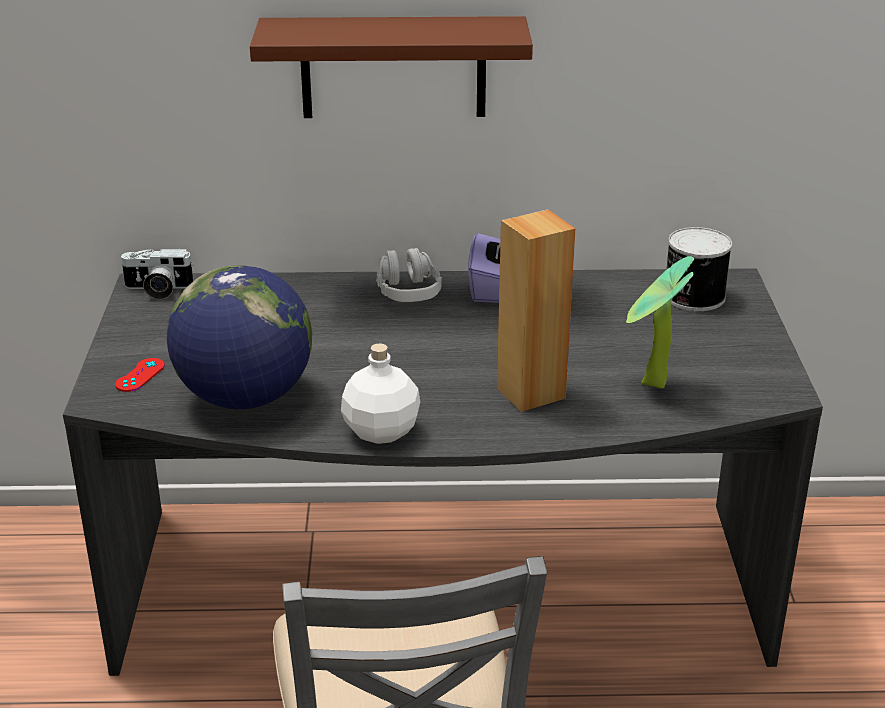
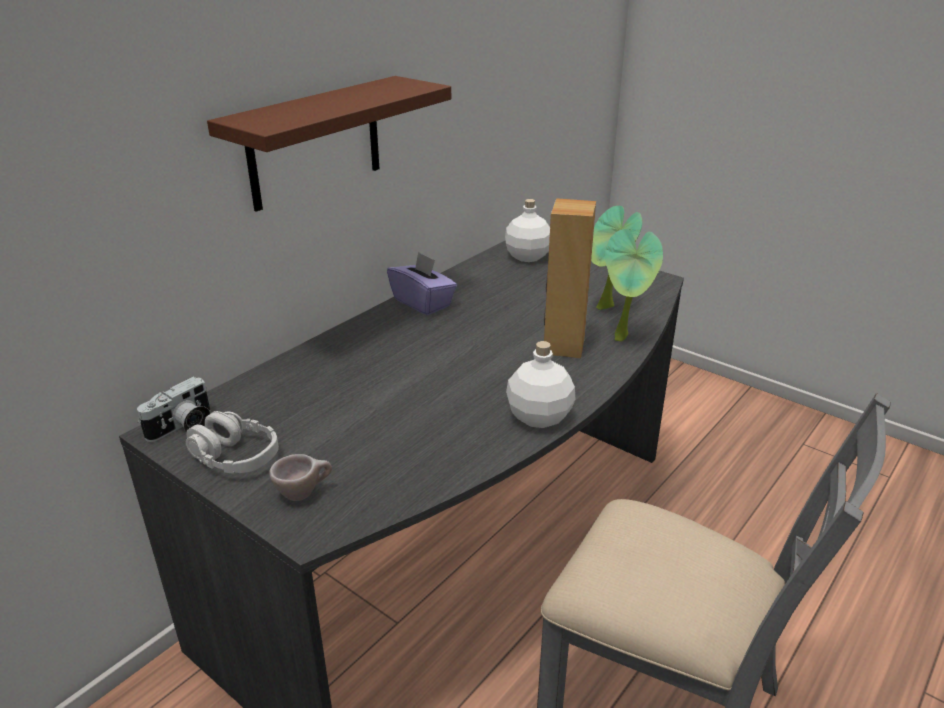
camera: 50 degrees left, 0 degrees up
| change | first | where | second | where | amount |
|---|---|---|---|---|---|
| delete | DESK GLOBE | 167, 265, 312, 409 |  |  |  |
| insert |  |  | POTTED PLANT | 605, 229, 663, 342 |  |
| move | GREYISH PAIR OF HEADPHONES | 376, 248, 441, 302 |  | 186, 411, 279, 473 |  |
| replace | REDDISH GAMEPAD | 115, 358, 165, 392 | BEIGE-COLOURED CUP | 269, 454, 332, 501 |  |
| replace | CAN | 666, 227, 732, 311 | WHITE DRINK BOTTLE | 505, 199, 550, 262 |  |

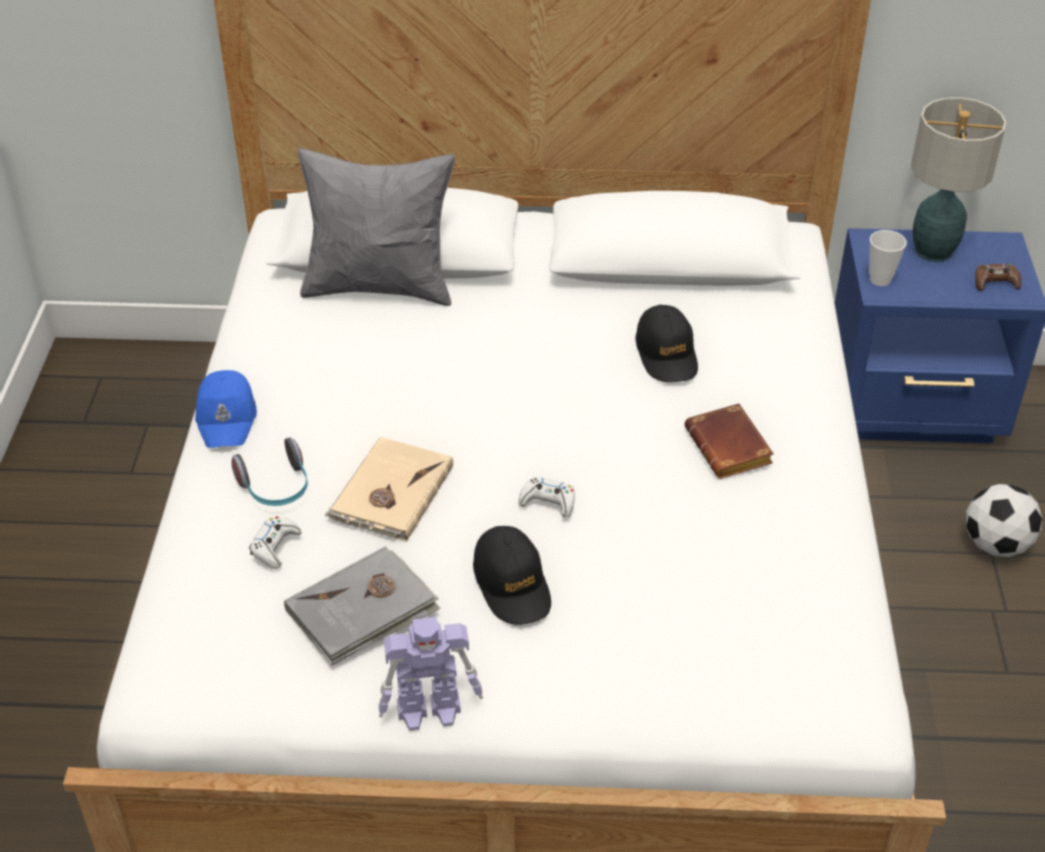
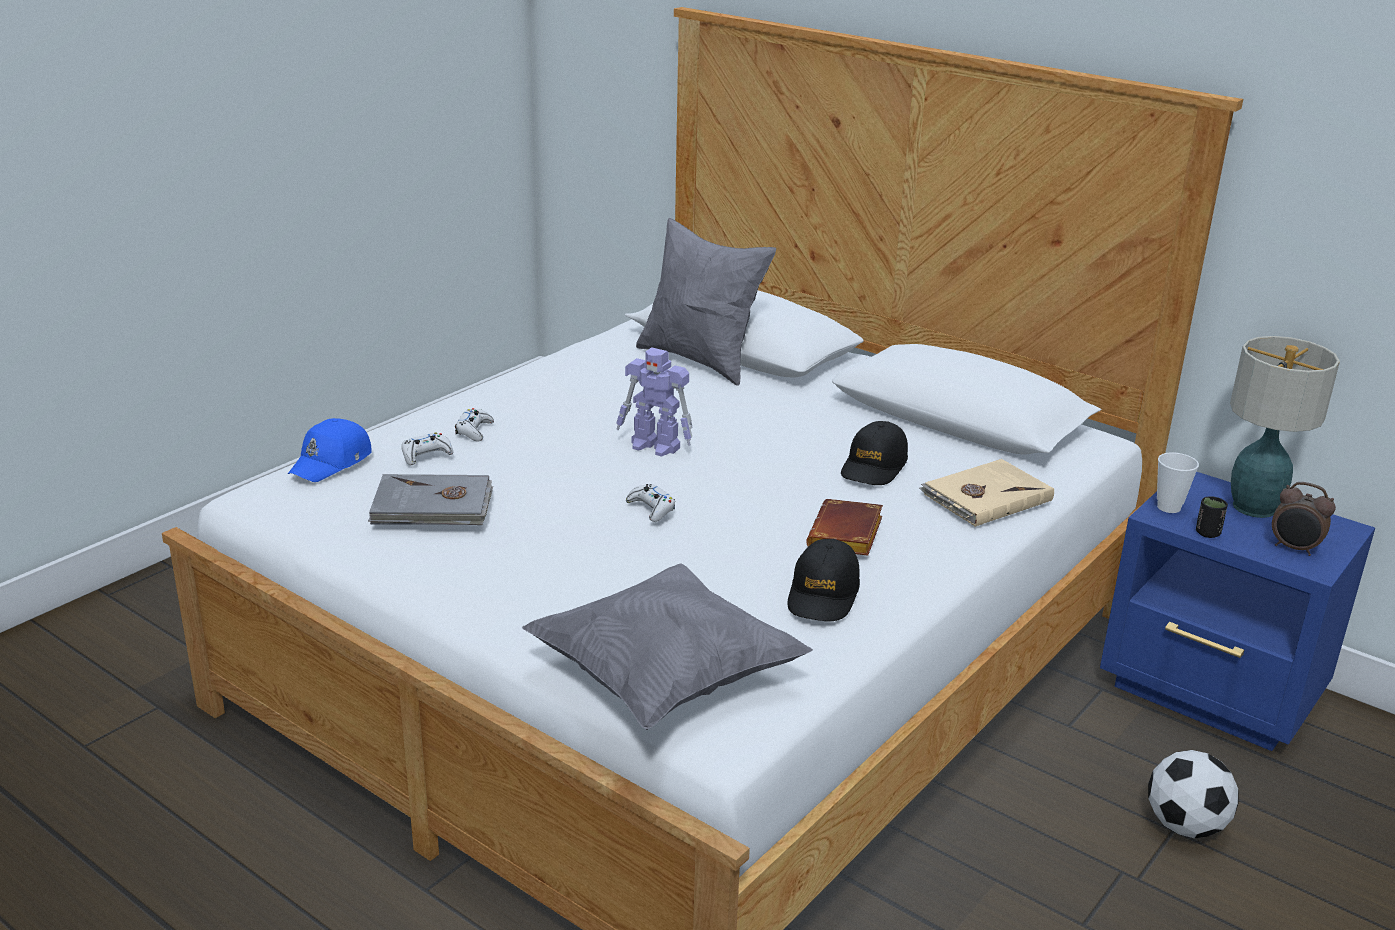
camera: 35 degrees right, 15 degrees down
| change | first | where | second | where | amount |
|---|---|---|---|---|---|
| insert |  |  | GREYISH PILLOW | 522, 564, 813, 730 |  |
| insert |  |  | BLACKISH CUP | 1196, 496, 1228, 538 |  |
| move | BLUISH CAP | 195, 370, 257, 448 |  | 288, 418, 372, 482 |  |
| move | BEIGE-COLOURED BOOK | 325, 437, 453, 542 |  | 919, 459, 1054, 527 |  |
| move | TOY ROBOT | 379, 617, 483, 730 |  | 616, 347, 692, 457 |  |
| move | BLACKISH CAP | 473, 526, 551, 625 |  | 787, 539, 860, 621 |  |
| replace | PAIR OF HEADPHONES | 232, 437, 308, 506 | WHITE GAMEPAD | 455, 408, 494, 442 |  |
| replace | BROWN GAMEPAD | 975, 264, 1021, 291 | BEDSIDE CLOCK | 1272, 482, 1336, 556 |  |

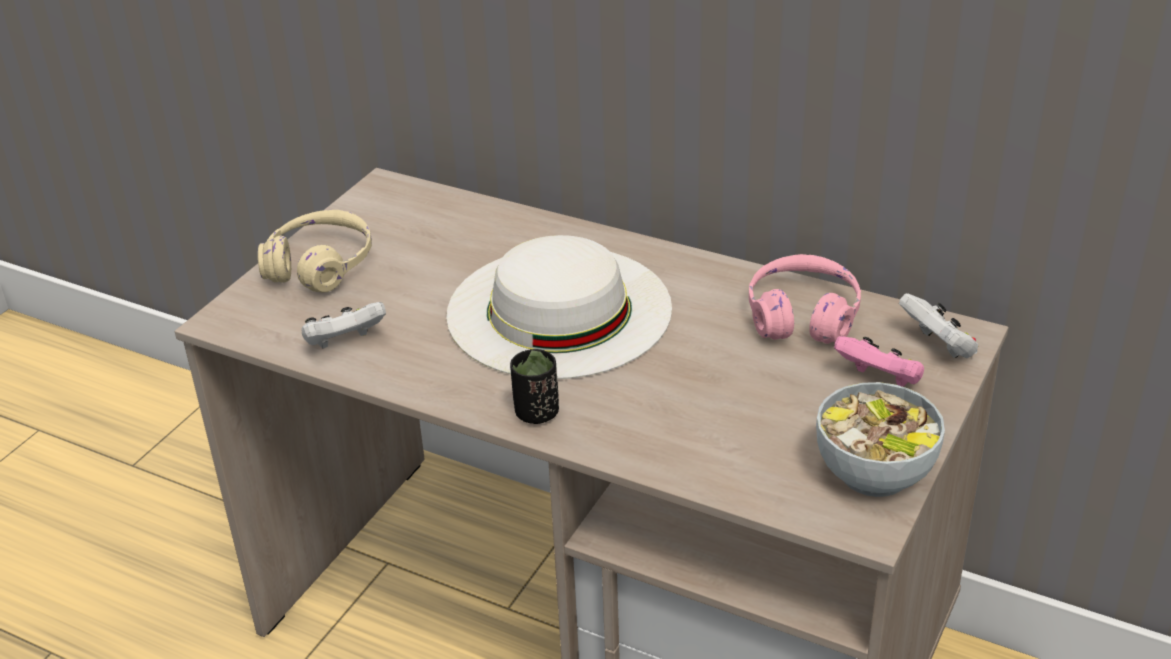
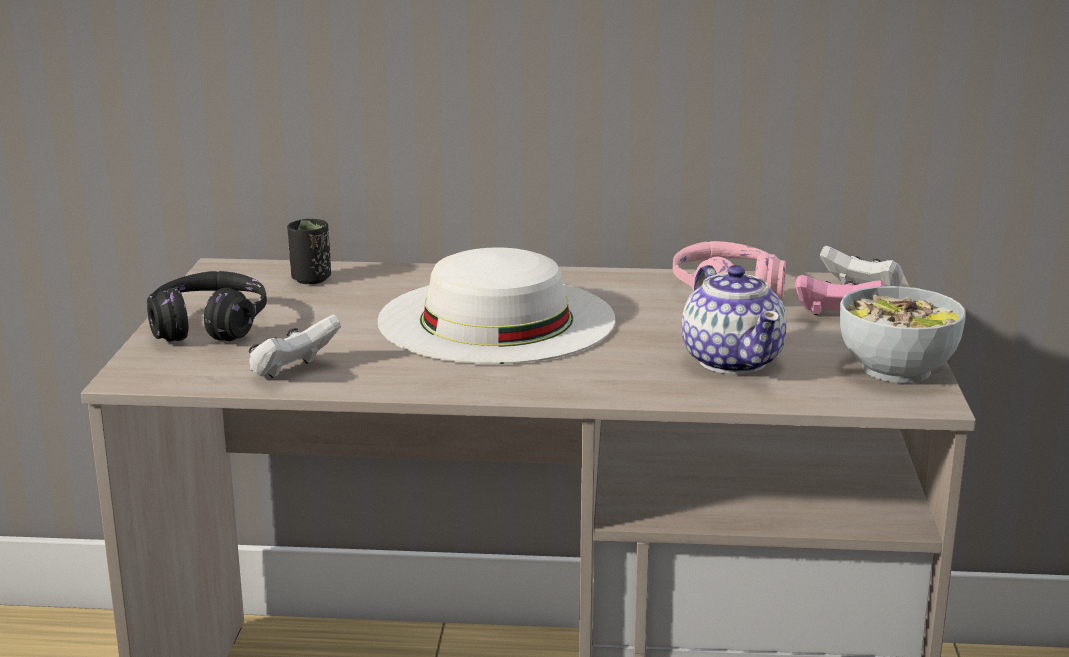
camera: 25 degrees left, 15 degrees down
| change | first | where | second | where | amount |
|---|---|---|---|---|---|
| insert |  |  | TEAPOT | 682, 265, 787, 374 |  |
| move | BLACKISH CUP | 510, 349, 559, 424 |  | 287, 219, 331, 284 |  |
| recolor | BEIGE-COLOURED PAIR OF HEADPHONES | 258, 210, 372, 293 | BLACKISH PAIR OF HEADPHONES | 147, 271, 267, 342 |  |

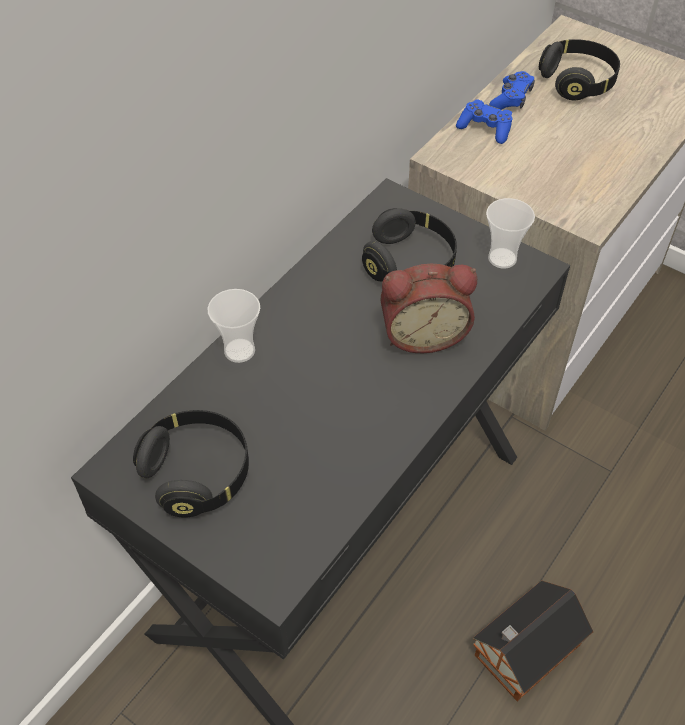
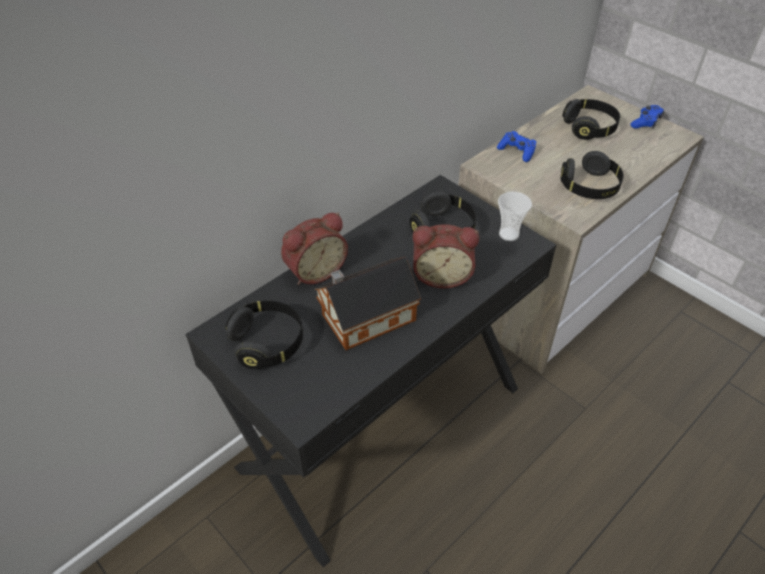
camera: 10 degrees right, 5 degrees down
| change | first | where | second | where | amount |
|---|---|---|---|---|---|
| insert |  |  | BLACKISH PAIR OF HEADPHONES | 561, 151, 623, 199 |  |
| move | MINIATURE HOUSE | 472, 580, 594, 701 |  | 315, 257, 421, 350 |  |
| move | BLUISH GAMEPAD | 489, 71, 535, 110 |  | 630, 105, 664, 129 |  |
| replace | CUP | 208, 289, 260, 363 | BEDSIDE CLOCK | 281, 212, 348, 285 |  |

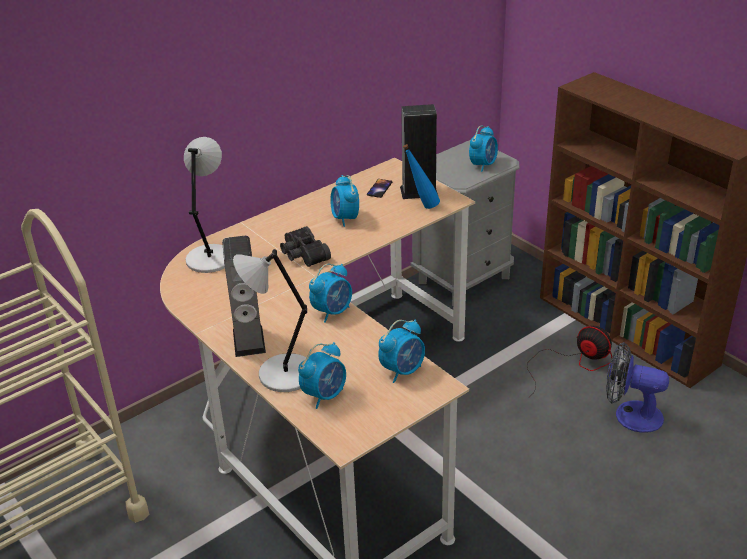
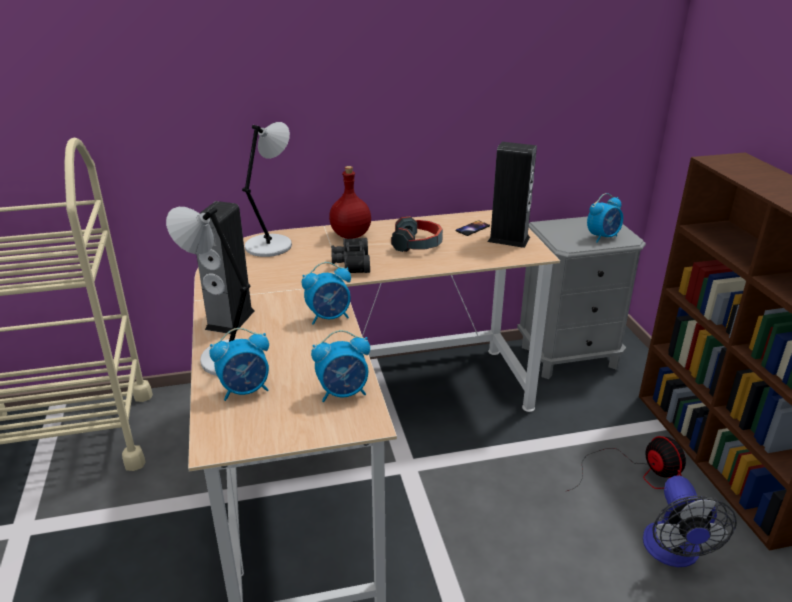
camera: 25 degrees right, 5 degrees down
| change | first | where | second | where | amount |
|---|---|---|---|---|---|
| delete | BLUISH DRINK BOTTLE | 403, 144, 440, 209 |  |  |  |
| insert |  |  | REDDISH DRINK BOTTLE | 329, 166, 371, 239 |  |
| replace | BEDSIDE CLOCK | 330, 175, 359, 227 | PAIR OF HEADPHONES | 391, 216, 443, 252 |  |
| rotate | COOLING FAN | 606, 342, 669, 432 |  | 643, 476, 737, 567 | 135 degrees counterclockwise |

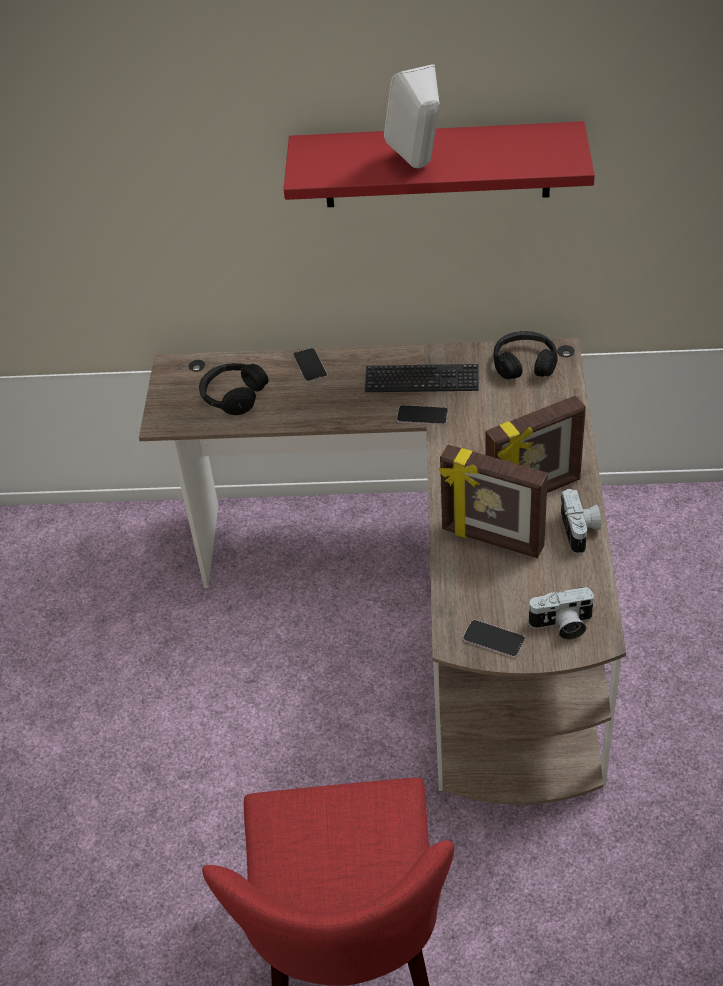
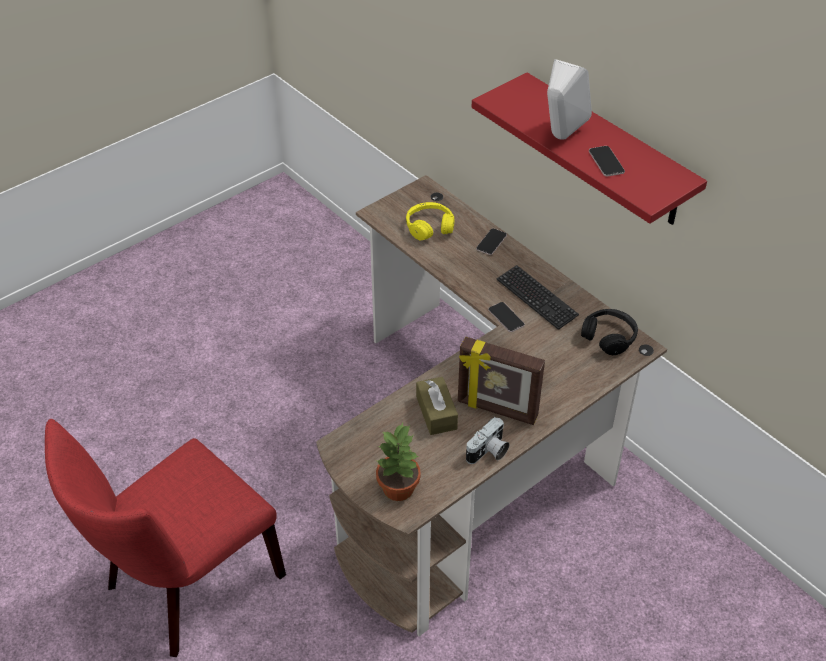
camera: 45 degrees right, 0 degrees up
| change | first | where | second | where | amount |
|---|---|---|---|---|---|
| move | PHONE | 463, 620, 525, 658 |  | 589, 146, 625, 176 |  |
| replace | STANDING FRAME | 439, 445, 548, 558 | BROWN TISSUE HOLDER | 416, 377, 458, 435 |  |
| replace | PHOTO CAMERA | 527, 587, 595, 640 | POTTED PLANT | 376, 423, 421, 501 |  |
| recolor | BLACKISH PAIR OF HEADPHONES | 199, 363, 269, 415 | YELLOW PAIR OF HEADPHONES | 406, 202, 455, 240 |  |

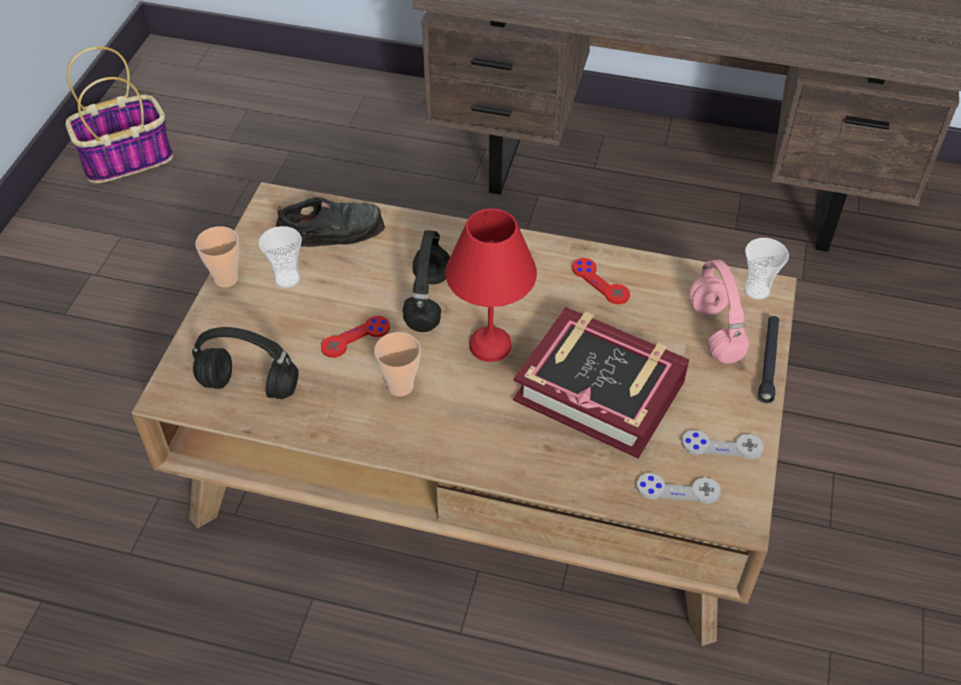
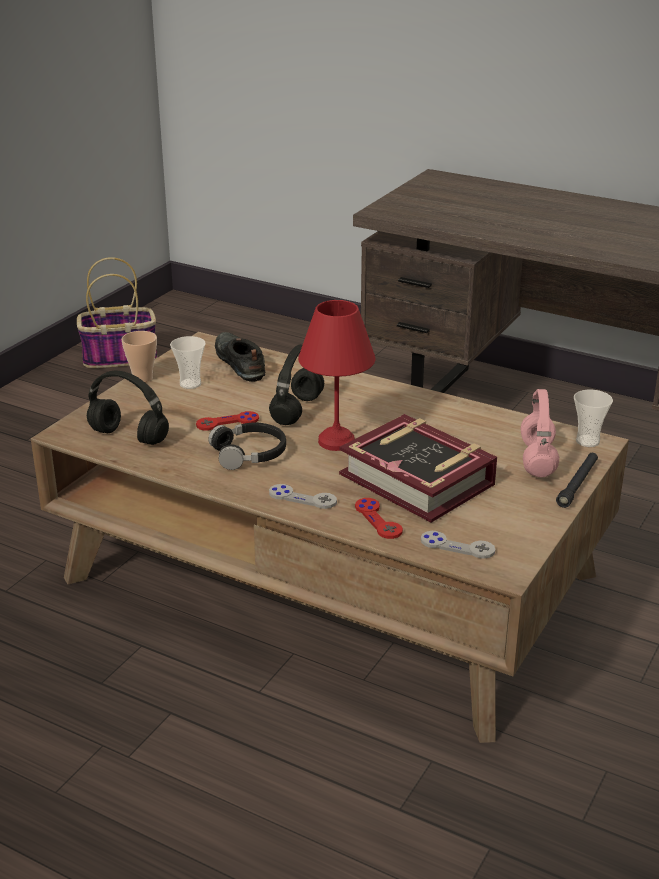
camera: 15 degrees right, 20 degrees down
| change | first | where | second | where | amount |
|---|---|---|---|---|---|
| move | REDDISH GAMEPAD | 572, 258, 630, 304 |  | 355, 498, 403, 539 |  |
| move | GREYISH GAMEPAD | 682, 430, 764, 459 |  | 269, 484, 337, 509 |  |
| replace | CUP | 374, 332, 421, 396 | BLACKISH PAIR OF HEADPHONES | 208, 423, 286, 470 |  |
| rotate | BLACKISH SHOE | 275, 197, 385, 247 |  | 215, 332, 265, 382 | 120 degrees counterclockwise |

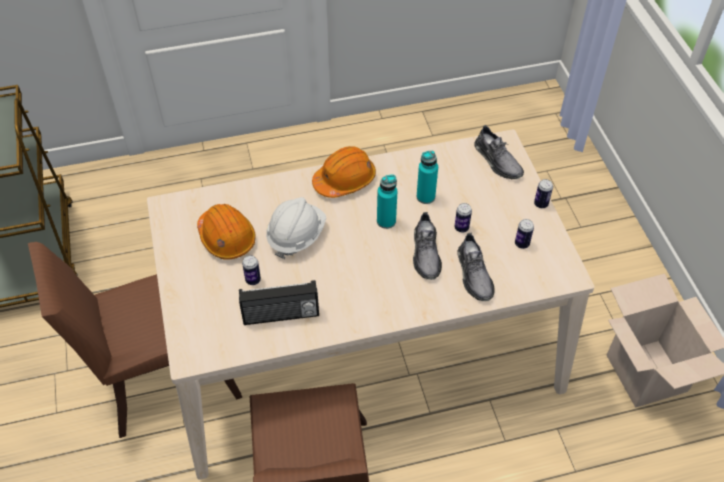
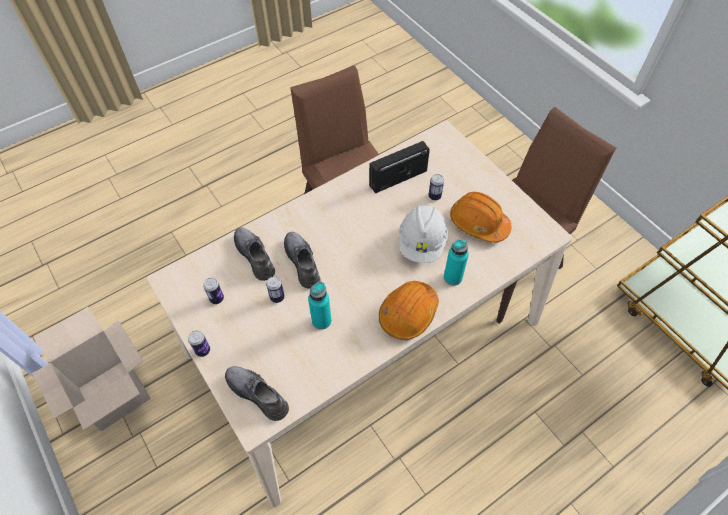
camera: 160 degrees right, 5 degrees up
| change | first | where | second | where | amount |
|---|---|---|---|---|---|
| move | BLUE-GREEN DRINK BOTTLE | 377, 174, 397, 229 |  | 444, 239, 469, 286 |  |

